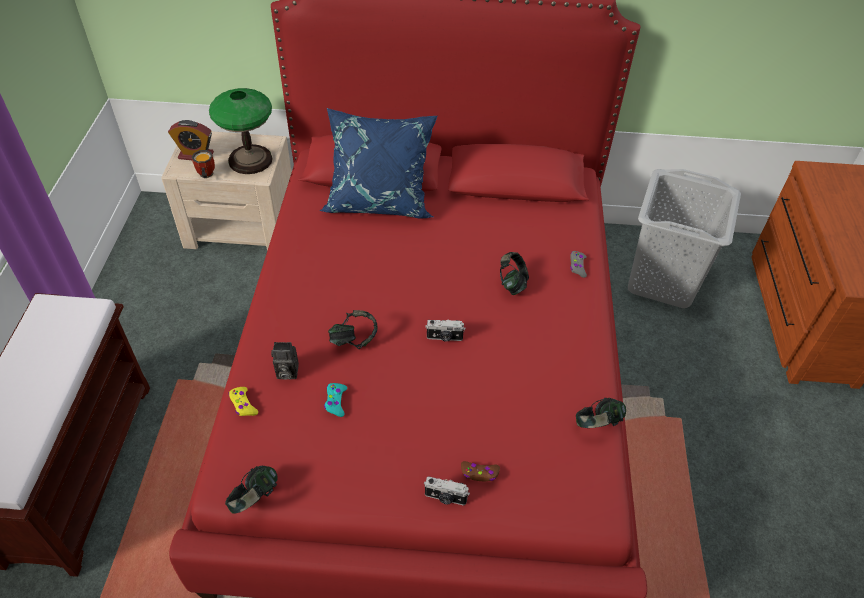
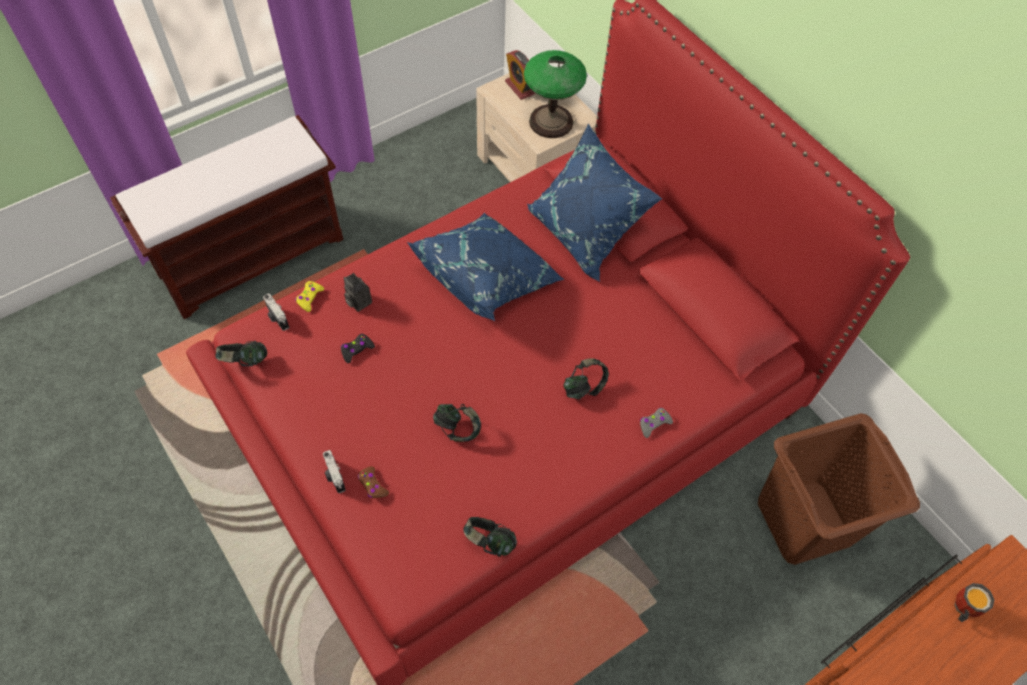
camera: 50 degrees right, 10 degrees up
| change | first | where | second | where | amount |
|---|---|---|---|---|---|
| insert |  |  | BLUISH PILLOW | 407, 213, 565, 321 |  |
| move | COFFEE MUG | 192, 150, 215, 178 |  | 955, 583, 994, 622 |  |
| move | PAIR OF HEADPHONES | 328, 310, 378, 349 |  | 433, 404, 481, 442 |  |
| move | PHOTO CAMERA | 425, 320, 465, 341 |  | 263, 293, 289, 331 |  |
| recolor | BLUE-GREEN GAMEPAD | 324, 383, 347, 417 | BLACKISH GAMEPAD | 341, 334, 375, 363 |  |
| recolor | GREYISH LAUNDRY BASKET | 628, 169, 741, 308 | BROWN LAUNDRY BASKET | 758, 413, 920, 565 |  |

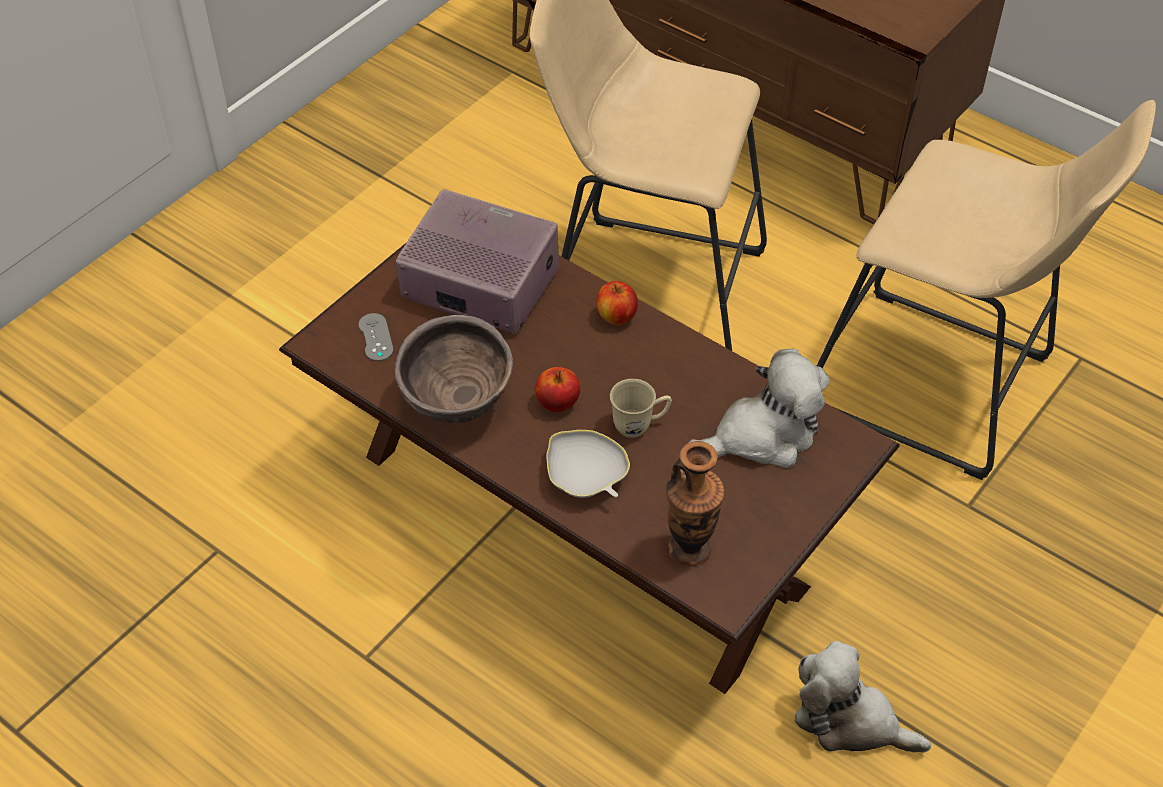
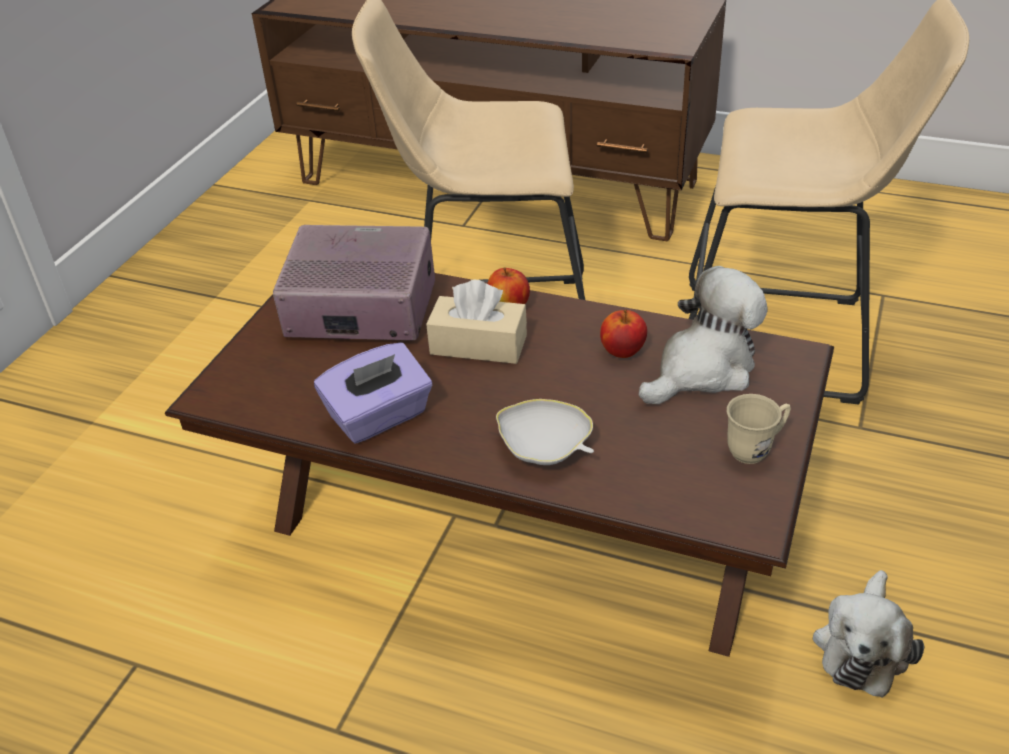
camera: 15 degrees left, 10 degrees down
| change | first | where | second | where | amount |
|---|---|---|---|---|---|
| delete | GREYISH GAMEPAD | 359, 313, 394, 361 |  |  |  |
| delete | FLOWER VASE | 666, 441, 725, 566 |  |  |  |
| insert |  |  | BEIGE-COLOURED TISSUE HOLDER | 426, 280, 527, 364 |  |
| move | WHOLE APPLE | 535, 367, 580, 412 |  | 600, 309, 647, 358 |  |
| move | BEIGE-COLOURED COFFEE MUG | 610, 379, 672, 438 |  | 727, 394, 791, 464 |  |
| replace | BROWN DEEP DISH | 395, 315, 513, 423 | PURPLE TISSUE HOLDER | 314, 343, 432, 443 |  |
| rotate | PLUSH TOY | 794, 641, 931, 753 |  | 813, 570, 924, 698 | 75 degrees counterclockwise |

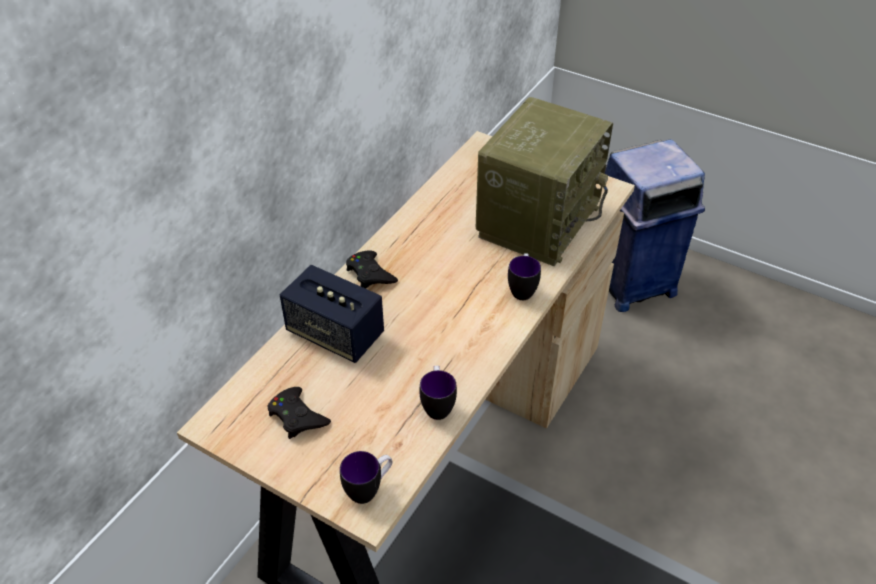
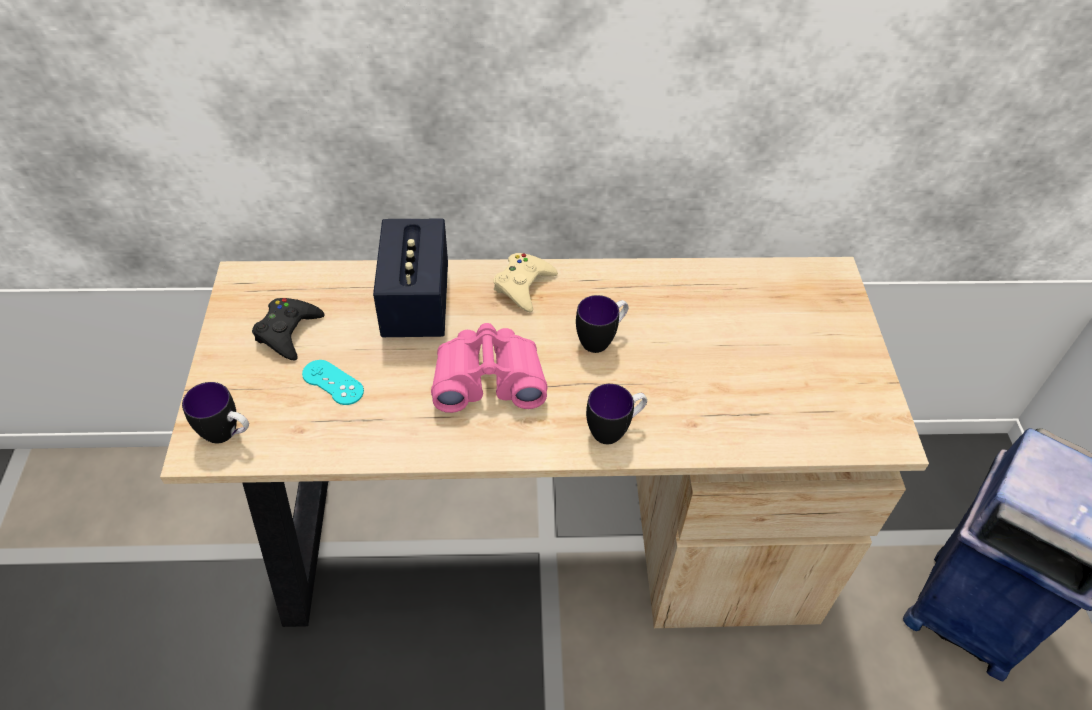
camera: 55 degrees right, 5 degrees up
| change | first | where | second | where | amount |
|---|---|---|---|---|---|
| delete | RADIO RECEIVER | 476, 97, 613, 266 |  |  |  |
| insert |  |  | BLUE-GREEN GAMEPAD | 302, 360, 364, 405 |  |
| insert |  |  | PINK-COLOURED FIELD GLASSES | 431, 323, 548, 413 |  |
| move | COFFEE MUG | 420, 366, 457, 420 |  | 576, 295, 629, 353 |  |
| recolor | BLACKISH GAMEPAD | 346, 251, 398, 289 | BEIGE-COLOURED GAMEPAD | 494, 253, 558, 313 |  |

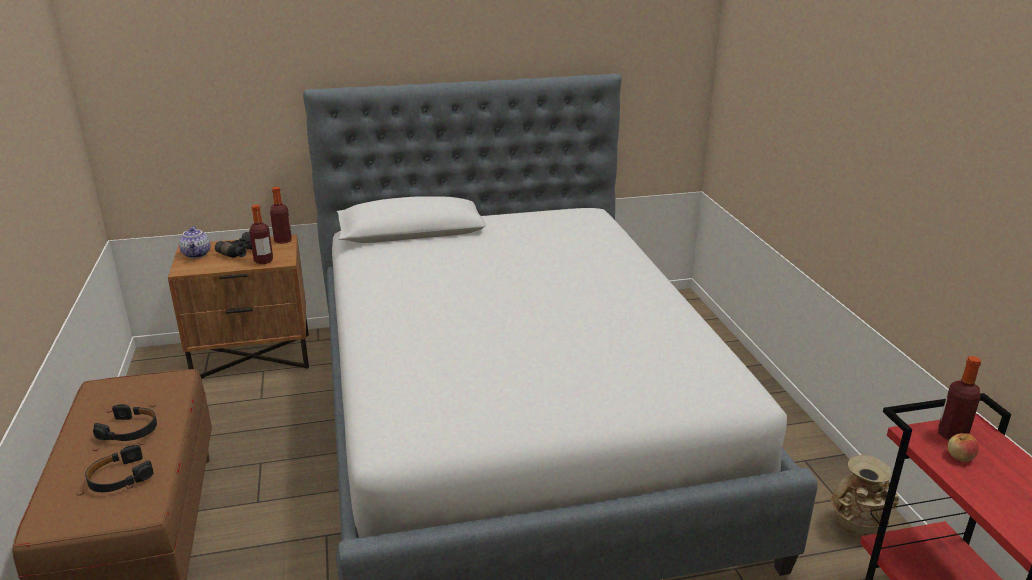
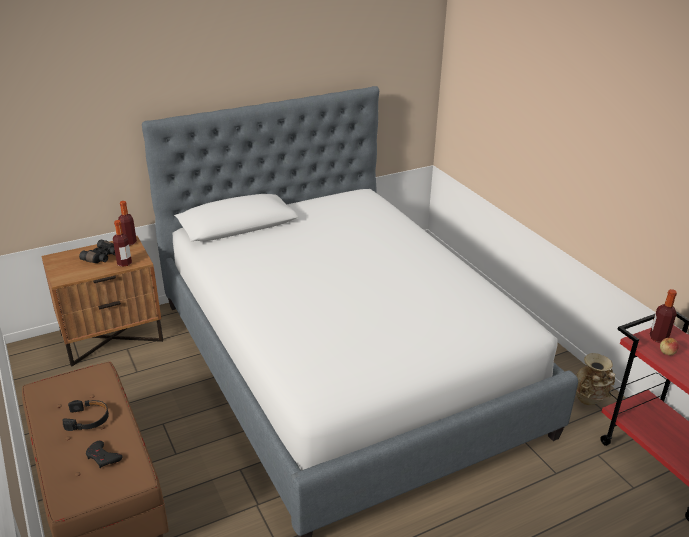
camera: 15 degrees left, 5 degrees up
| change | first | where | second | where | amount |
|---|---|---|---|---|---|
| delete | TEAPOT | 179, 226, 211, 259 |  |  |  |
| replace | BLACKISH PAIR OF HEADPHONES | 85, 445, 154, 492 | BLACKISH GAMEPAD | 86, 441, 123, 468 |  |

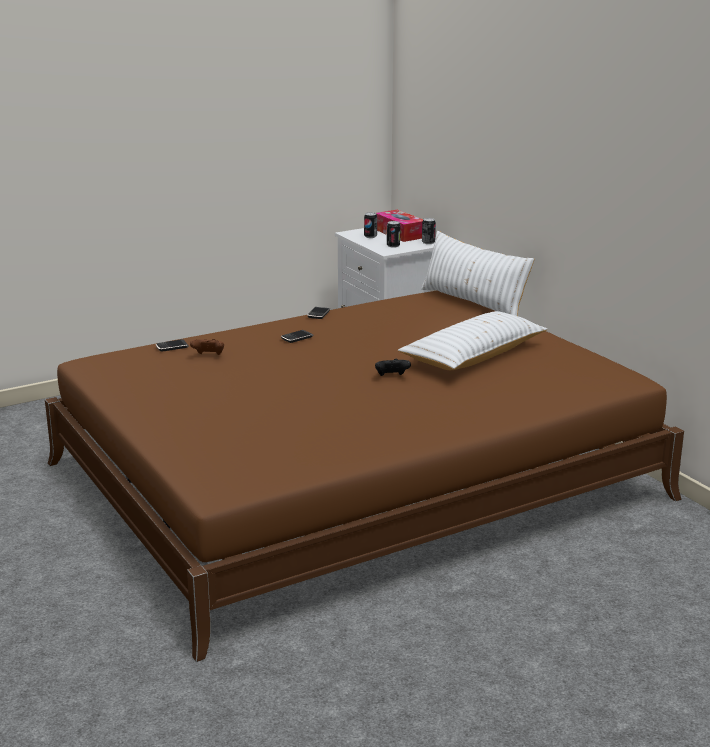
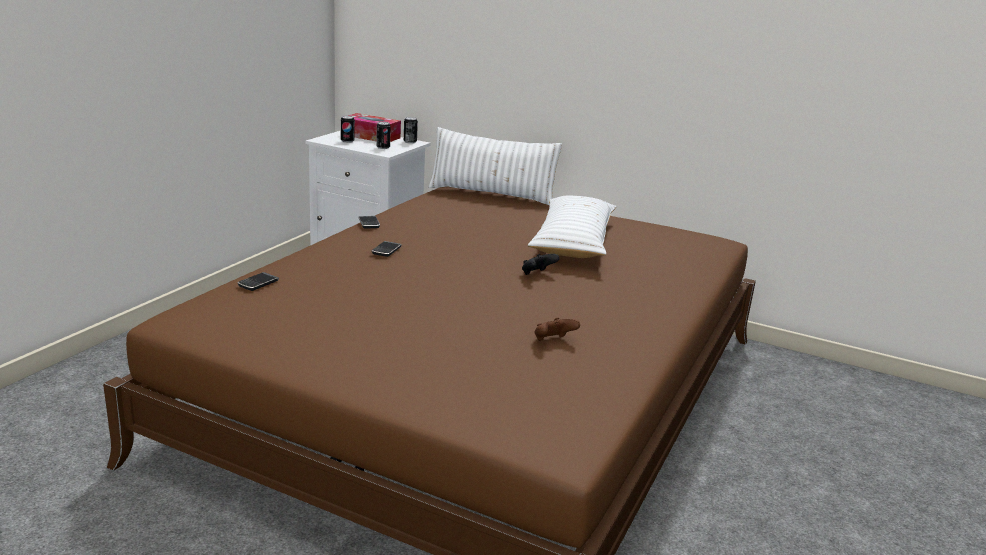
camera: 35 degrees left, 0 degrees up
| change | first | where | second | where | amount |
|---|---|---|---|---|---|
| move | BROWN GAMEPAD | 190, 339, 224, 355 |  | 535, 318, 580, 341 |  |

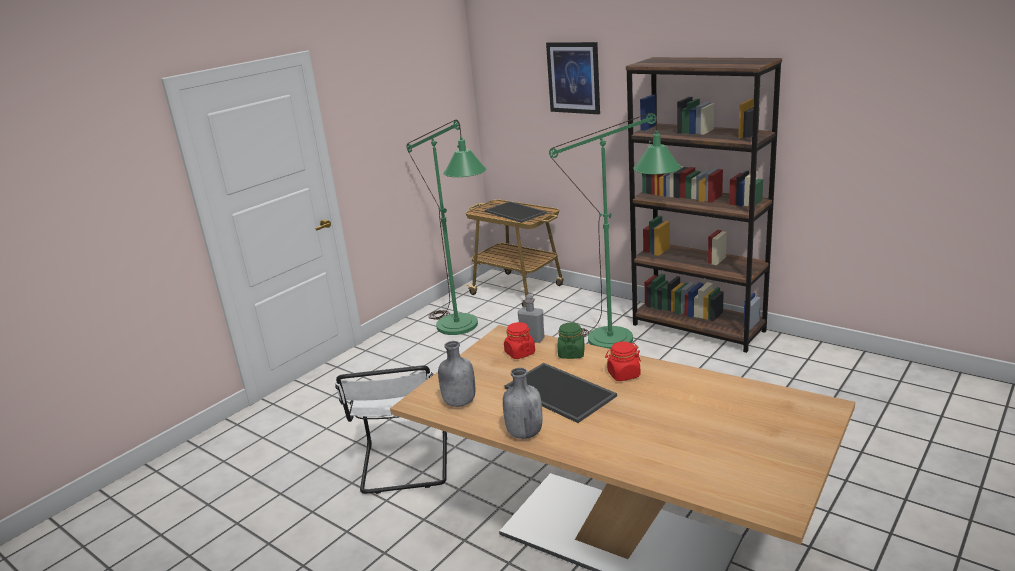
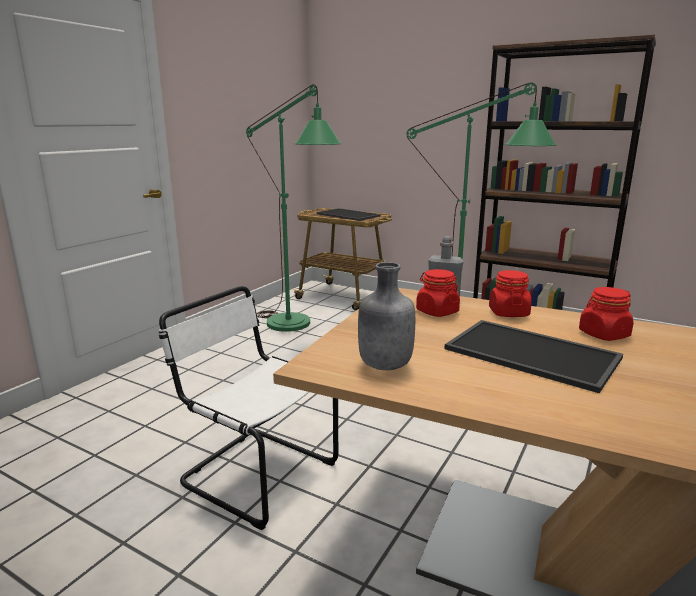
camera: 10 degrees left, 5 degrees down
| change | first | where | second | where | amount |
|---|---|---|---|---|---|
| delete | GREYISH DRINK BOTTLE | 503, 368, 542, 439 |  |  |  |
| delete | WALL ART | 546, 42, 600, 114 |  |  |  |
| recolor | GREENISH STORAGE JAR | 558, 323, 585, 359 | REDDISH STORAGE JAR | 489, 270, 532, 317 |  |
| rotate | WHITE CHAIR | 335, 365, 447, 494 |  | 159, 286, 338, 530 | 135 degrees clockwise |

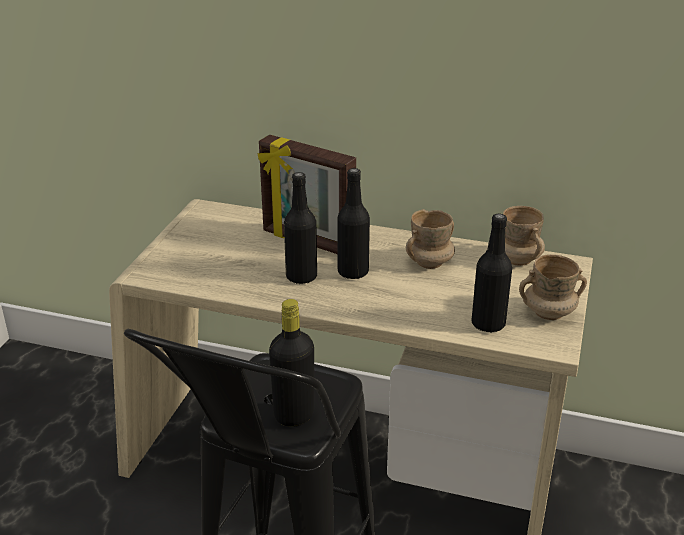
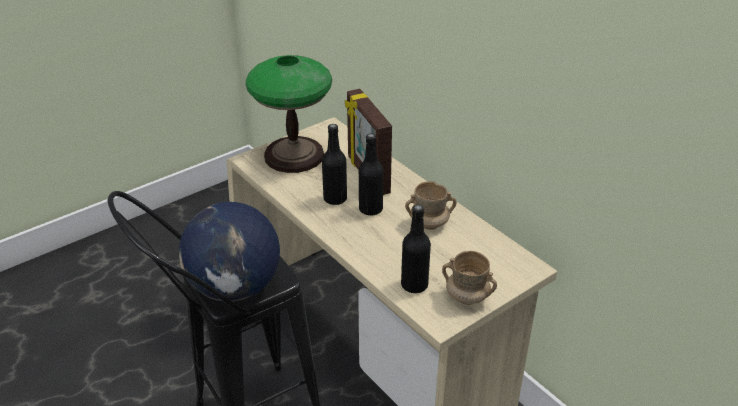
camera: 35 degrees right, 5 degrees up
| change | first | where | second | where | amount |
|---|---|---|---|---|---|
| delete | BEIGE-COLOURED COFFEE MUG | 503, 206, 545, 266 |  |  |  |
| insert |  |  | TABLETOP LAMP | 246, 55, 332, 173 |  |
| replace | BLACKISH DRINK BOTTLE | 269, 299, 314, 427 | DESK GLOBE | 179, 202, 280, 301 |  |

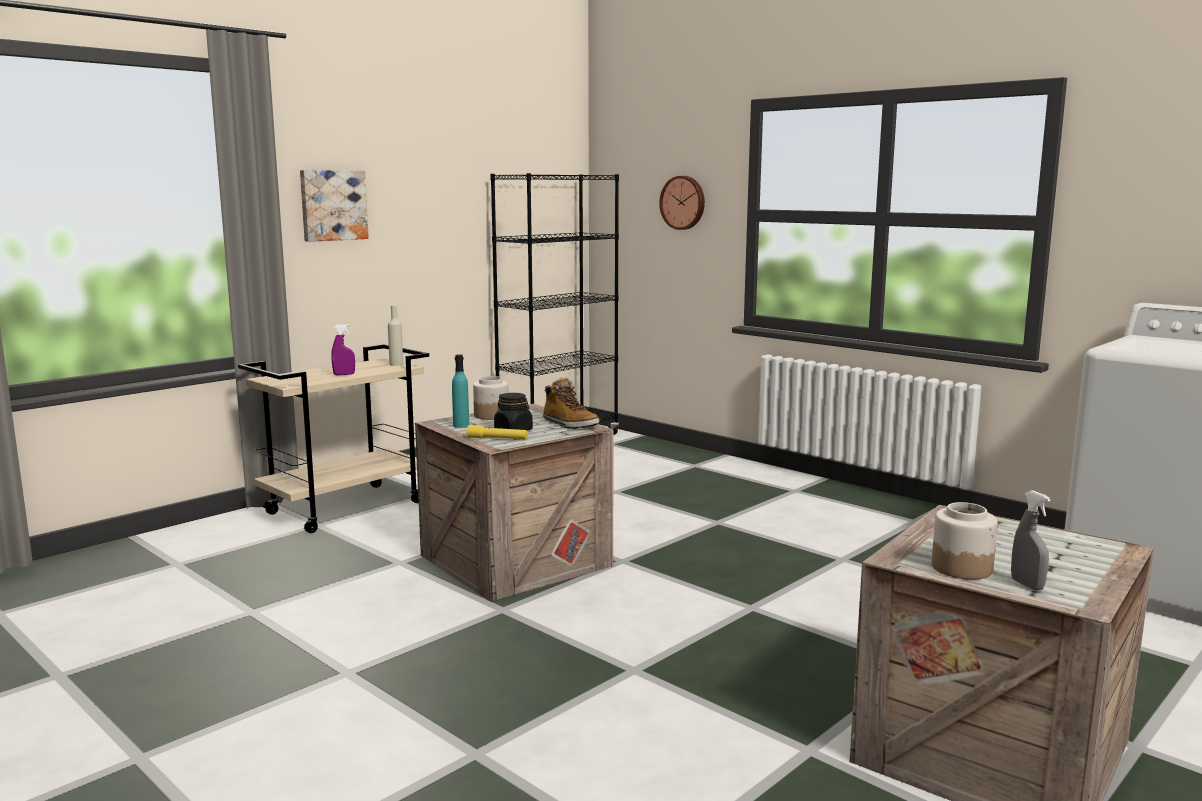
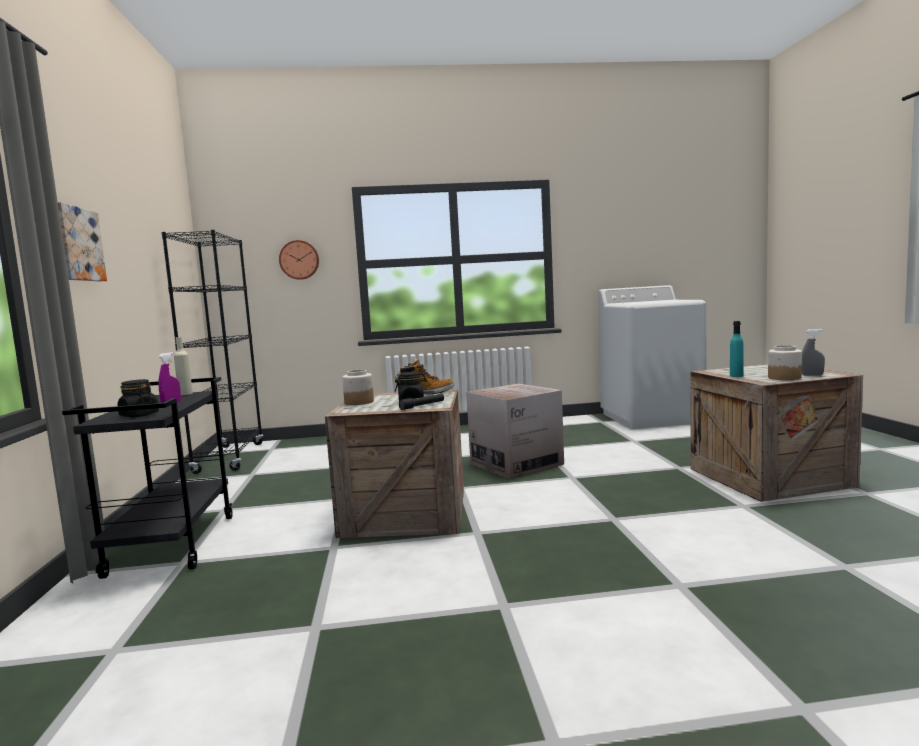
camera: 50 degrees left, 5 degrees down
| change | first | where | second | where | amount |
|---|---|---|---|---|---|
| insert |  |  | BLACKISH STORAGE JAR | 117, 379, 159, 417 |  |
| insert |  |  | PACKING BOX | 466, 384, 564, 479 |  |
| move | BLUE-GREEN DRINK BOTTLE | 452, 354, 469, 428 |  | 730, 321, 743, 377 |  |
| recolor | BEIGE-COLOURED TROLLEY | 238, 344, 429, 533 | BLACKISH TROLLEY | 62, 377, 233, 579 |  |
| recolor | YELLOW TORCH | 466, 425, 528, 439 | BLACKISH TORCH | 399, 394, 444, 410 |  |

